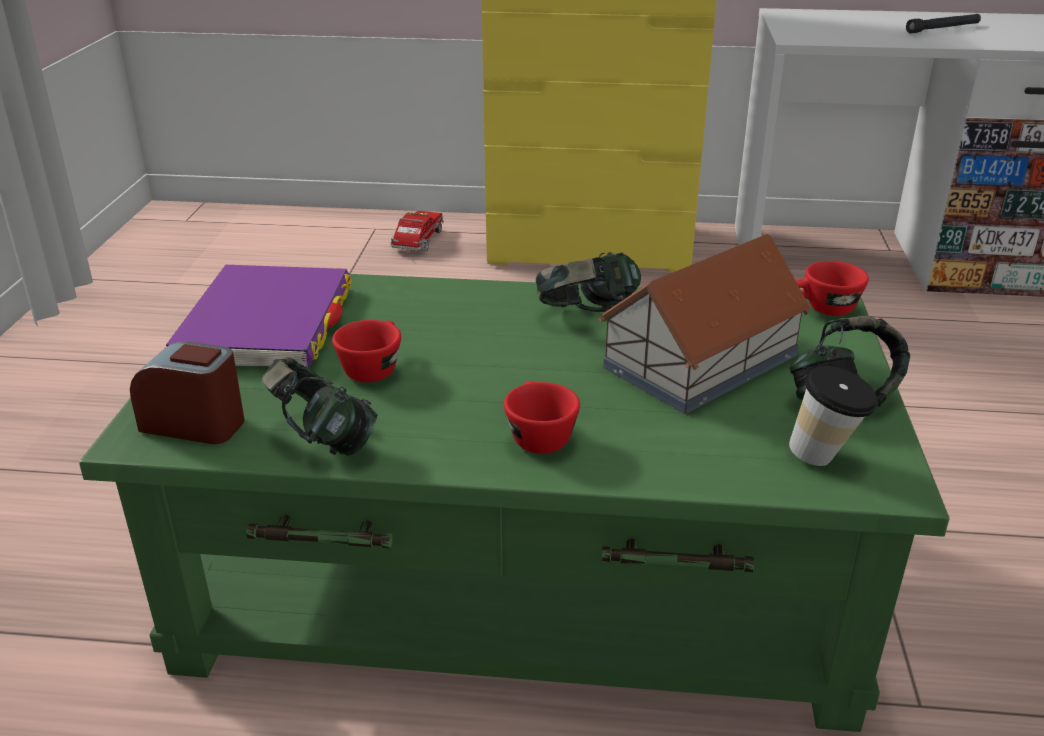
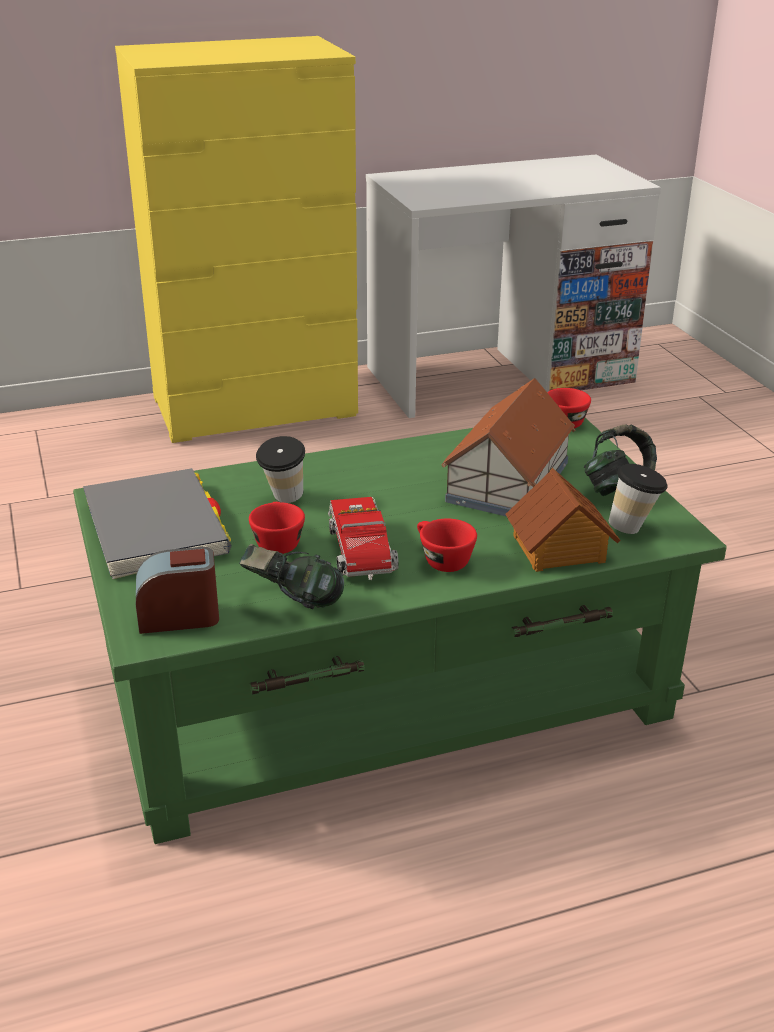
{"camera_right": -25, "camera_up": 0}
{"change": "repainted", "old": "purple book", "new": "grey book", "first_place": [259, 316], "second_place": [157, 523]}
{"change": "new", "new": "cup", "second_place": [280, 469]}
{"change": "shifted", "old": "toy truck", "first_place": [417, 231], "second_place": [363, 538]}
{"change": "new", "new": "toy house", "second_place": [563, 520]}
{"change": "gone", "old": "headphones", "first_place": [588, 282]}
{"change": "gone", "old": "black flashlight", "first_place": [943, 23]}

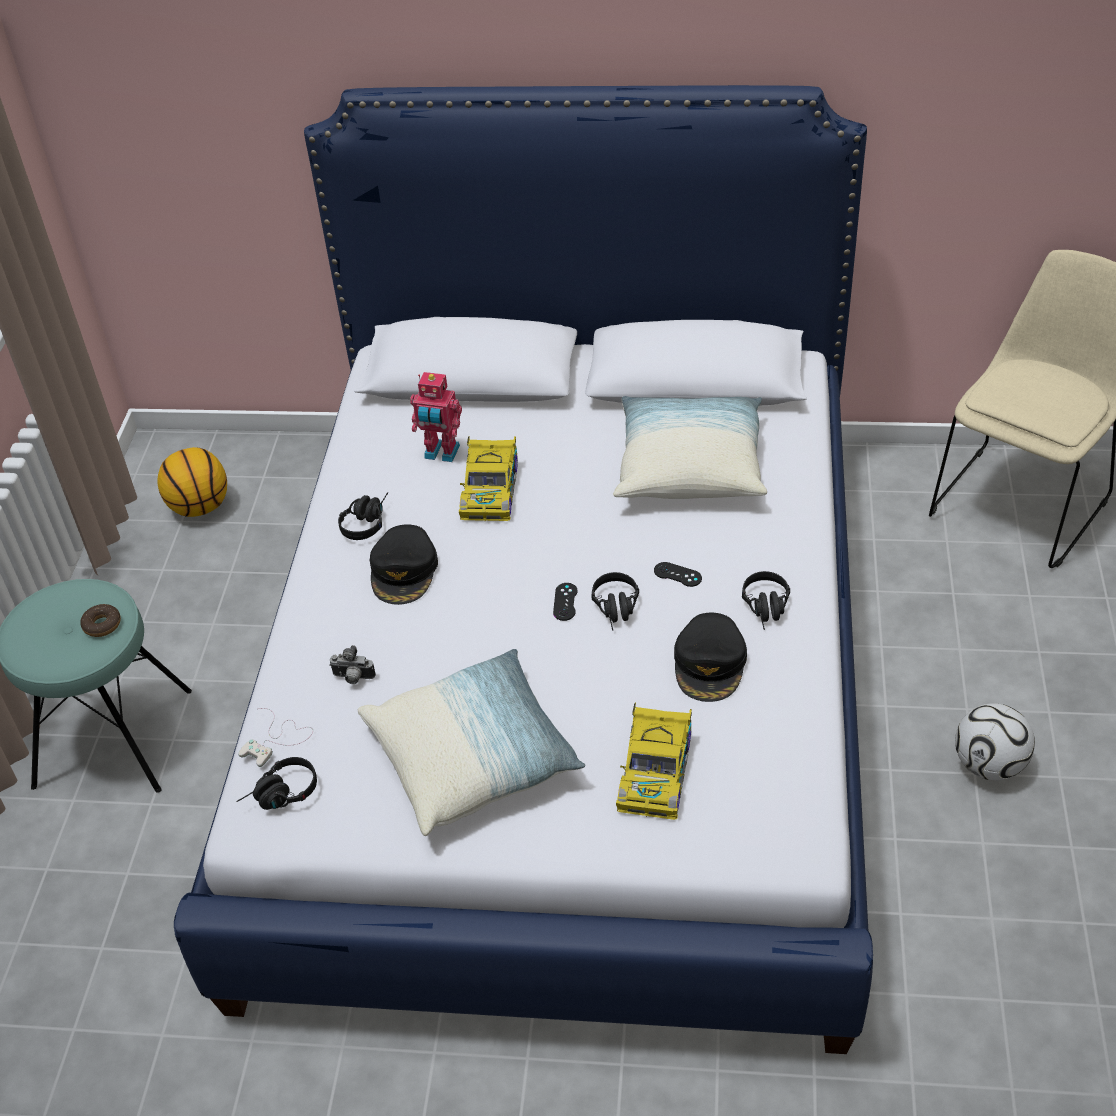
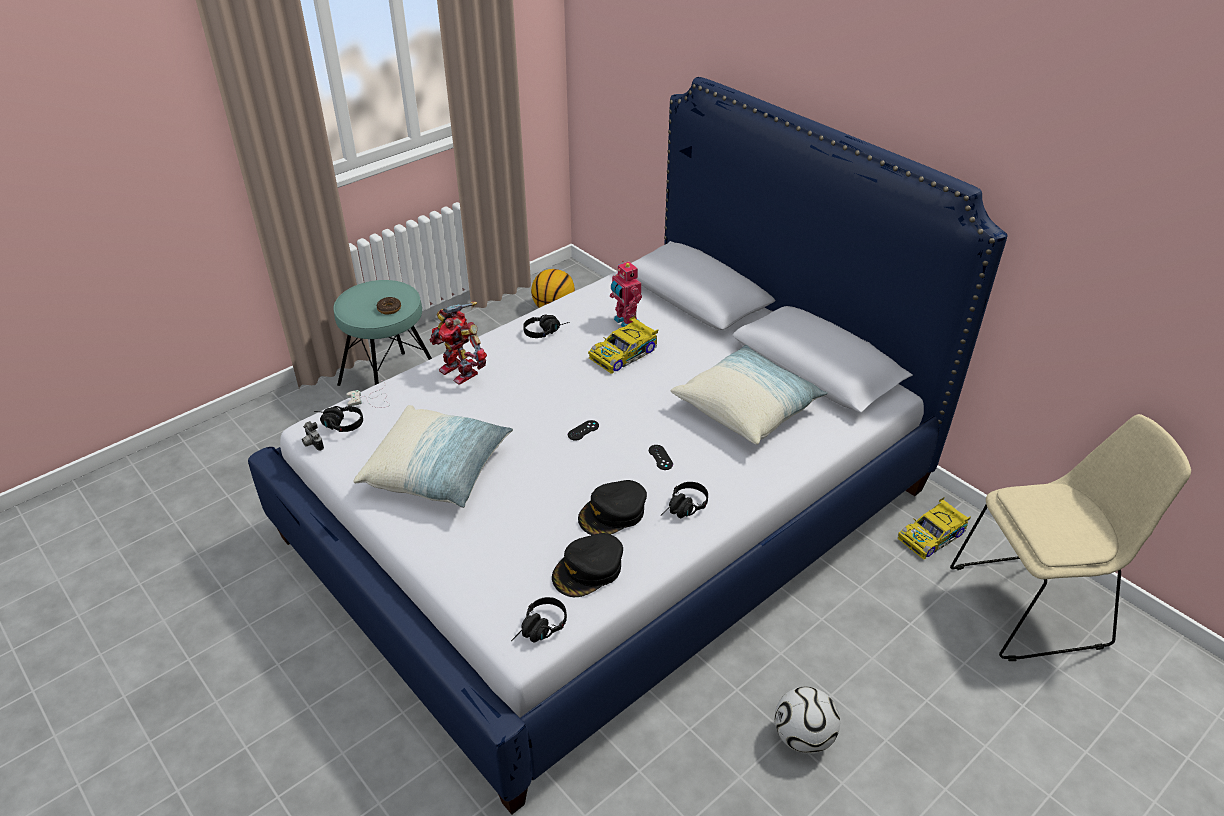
{"camera_right": 40, "camera_up": -5}
{"change": "shifted", "old": "photo camera", "first_place": [352, 664], "second_place": [313, 436]}
{"change": "new", "new": "toy robot", "second_place": [458, 343]}
{"change": "shifted", "old": "black headphones", "first_place": [615, 601], "second_place": [539, 620]}
{"change": "shifted", "old": "black cap", "first_place": [404, 564], "second_place": [587, 565]}
{"change": "shifted", "old": "toy car", "first_place": [654, 761], "second_place": [934, 528]}

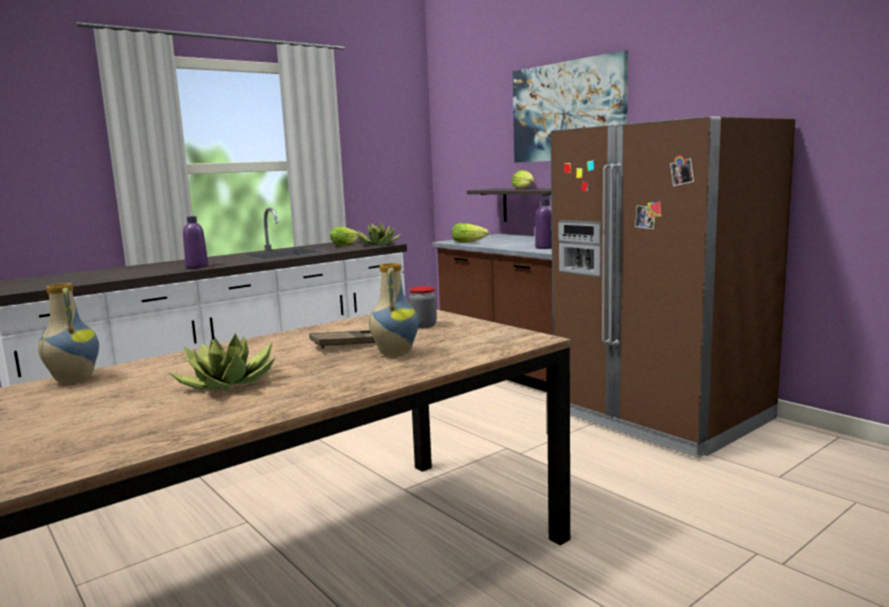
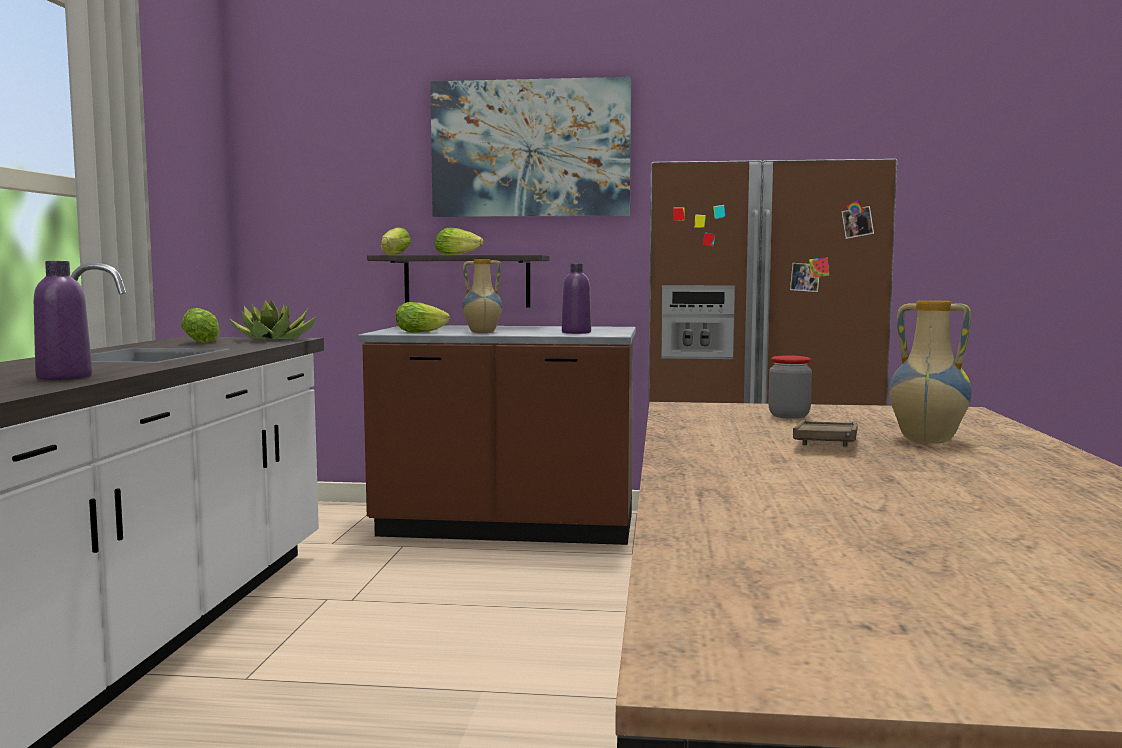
{"camera_right": -45, "camera_up": -5}
{"change": "new", "new": "lettuce", "second_place": [396, 241]}
{"change": "shifted", "old": "vase", "first_place": [68, 333], "second_place": [482, 296]}
{"change": "gone", "old": "potted plant", "first_place": [222, 362]}

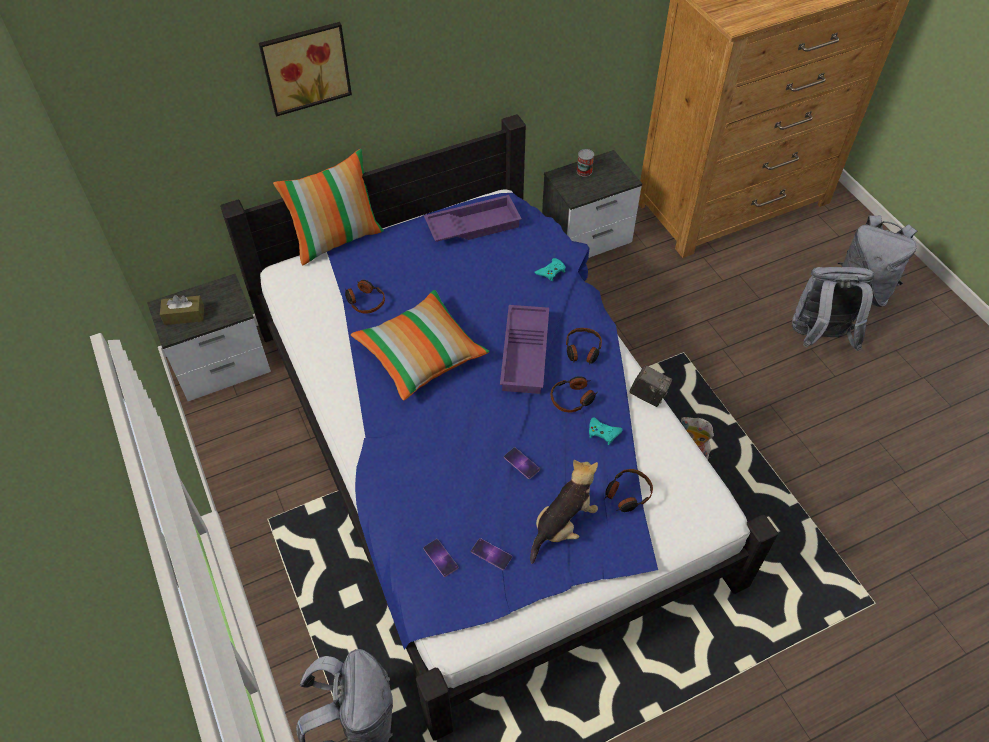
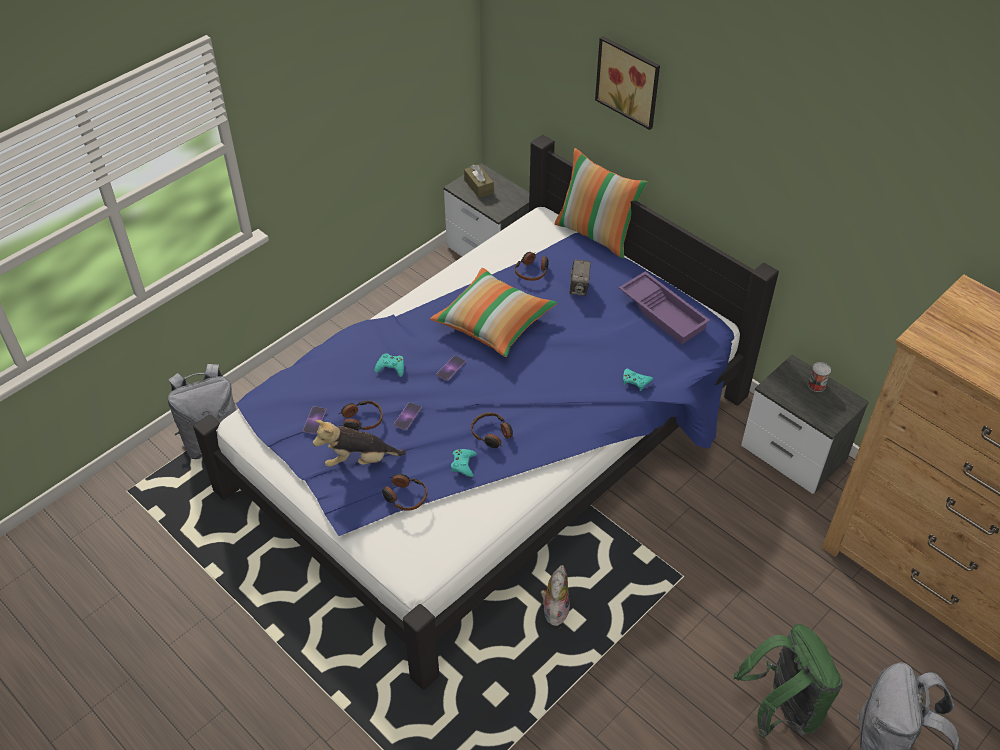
{"camera_right": 70, "camera_up": -5}
{"change": "rotated", "old": "plush toy", "first_place": [564, 512], "second_place": [359, 443], "degrees": 150}
{"change": "shifted", "old": "headphones", "first_place": [584, 346], "second_place": [361, 415]}
{"change": "new", "new": "turquoise game controller", "second_place": [389, 365]}
{"change": "shifted", "old": "phone", "first_place": [441, 558], "second_place": [451, 368]}
{"change": "shifted", "old": "photo camera", "first_place": [650, 386], "second_place": [580, 277]}
{"change": "repainted", "old": "grey backpack", "new": "green backpack", "first_place": [833, 309], "second_place": [788, 681]}
{"change": "gone", "old": "purple tray", "first_place": [524, 349]}

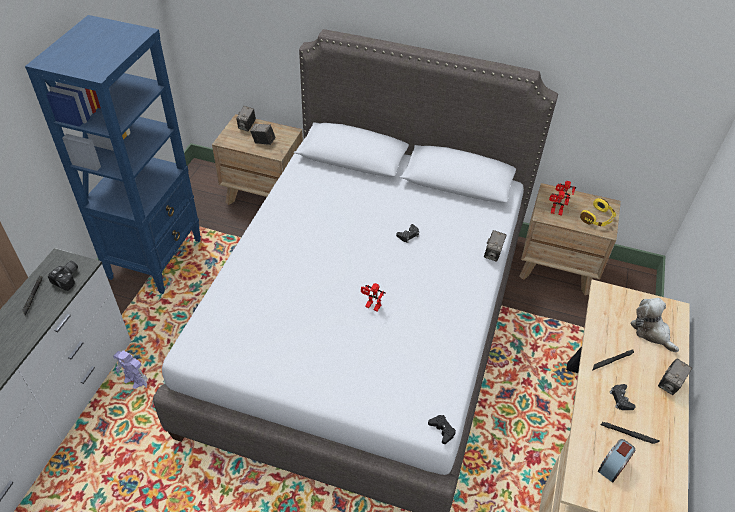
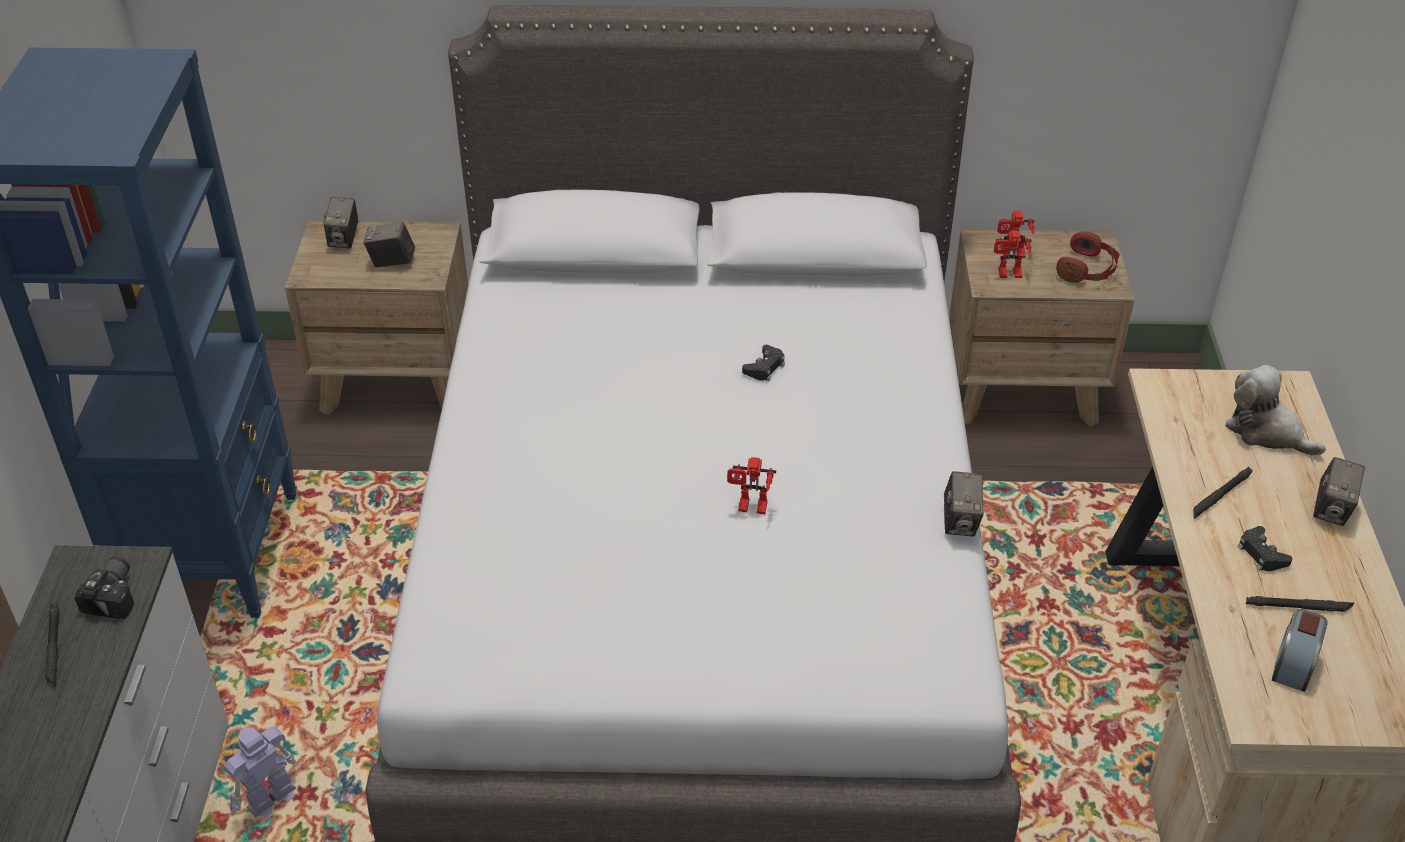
{"camera_right": -15, "camera_up": -5}
{"change": "rotated", "old": "toy robot", "first_place": [130, 370], "second_place": [260, 771], "degrees": 120}
{"change": "shifted", "old": "photo camera", "first_place": [495, 246], "second_place": [964, 503]}
{"change": "repainted", "old": "yellow headphones", "new": "red headphones", "first_place": [598, 212], "second_place": [1088, 257]}
{"change": "gone", "old": "black game controller", "first_place": [442, 429]}

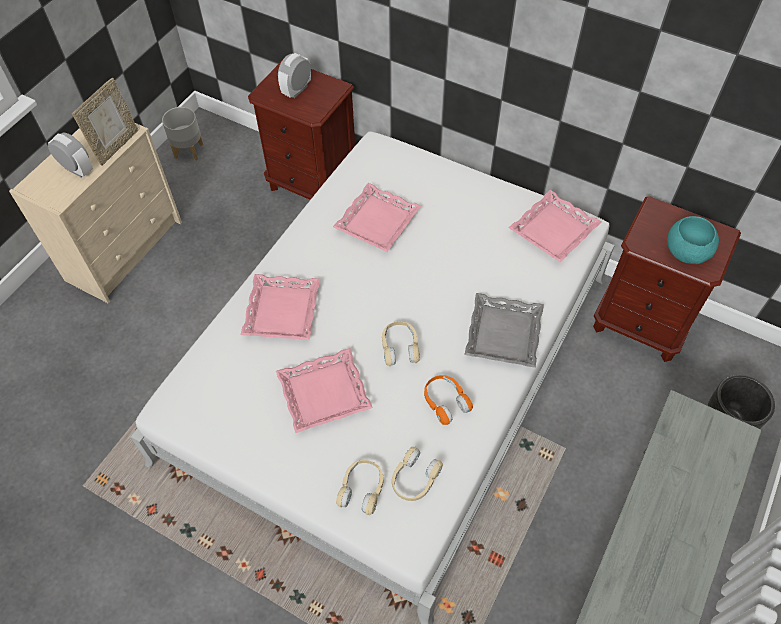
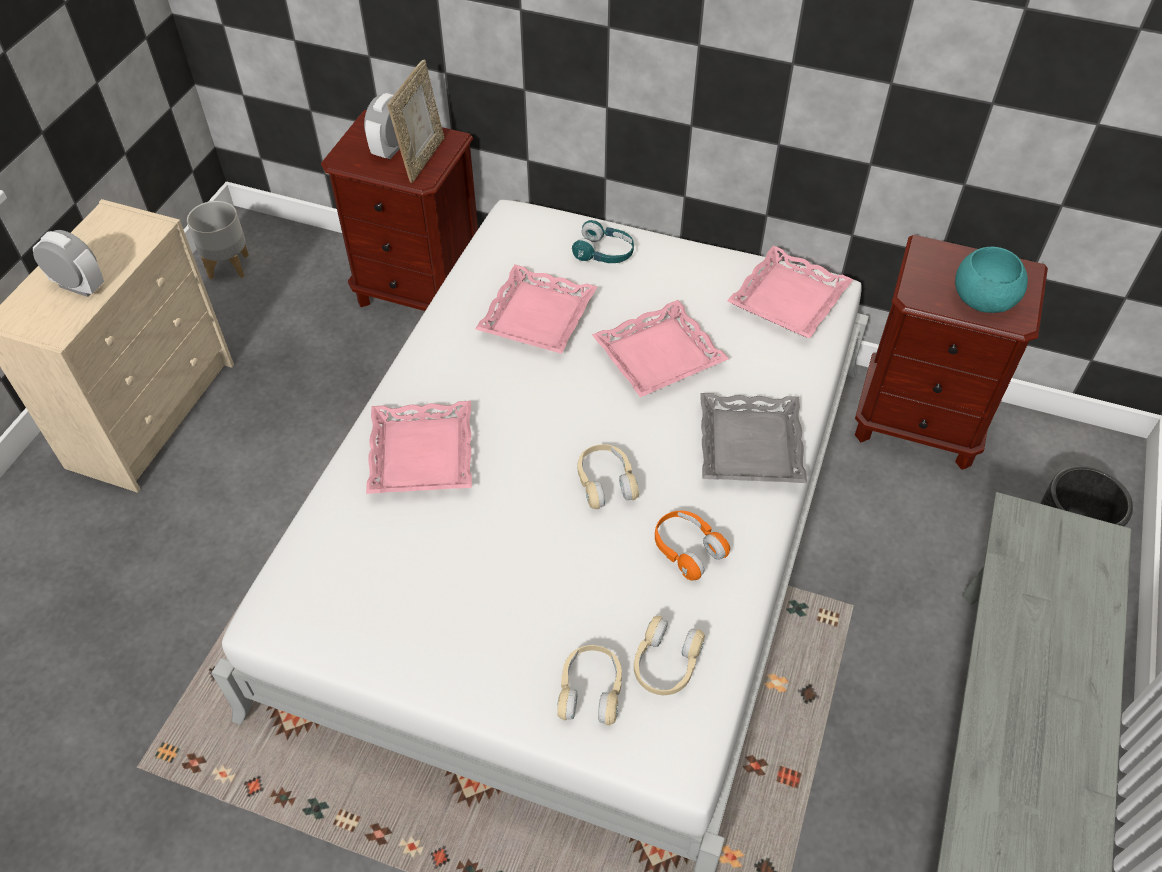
{"camera_right": -10, "camera_up": -5}
{"change": "shifted", "old": "picture frame", "first_place": [105, 122], "second_place": [415, 121]}
{"change": "new", "new": "turquoise headphones", "second_place": [603, 241]}
{"change": "shifted", "old": "pink tray", "first_place": [324, 390], "second_place": [660, 348]}

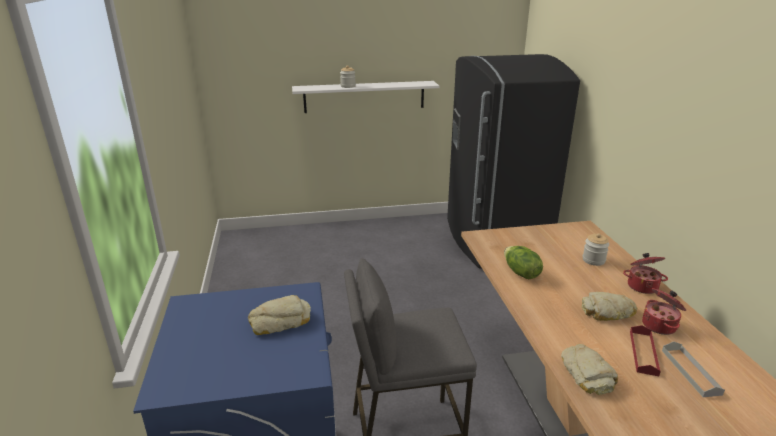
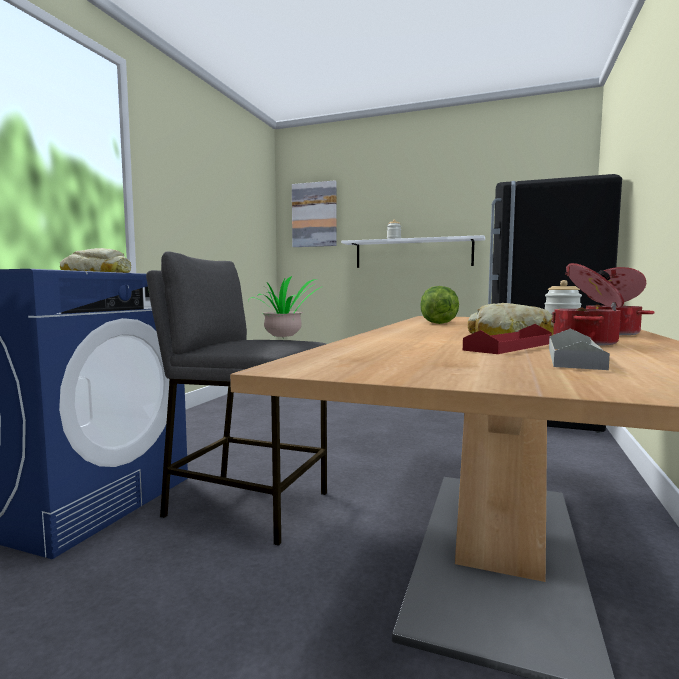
{"camera_right": 30, "camera_up": -20}
{"change": "new", "new": "potted plant", "second_place": [285, 306]}
{"change": "new", "new": "picture", "second_place": [314, 213]}
{"change": "gone", "old": "bread", "first_place": [589, 369]}

